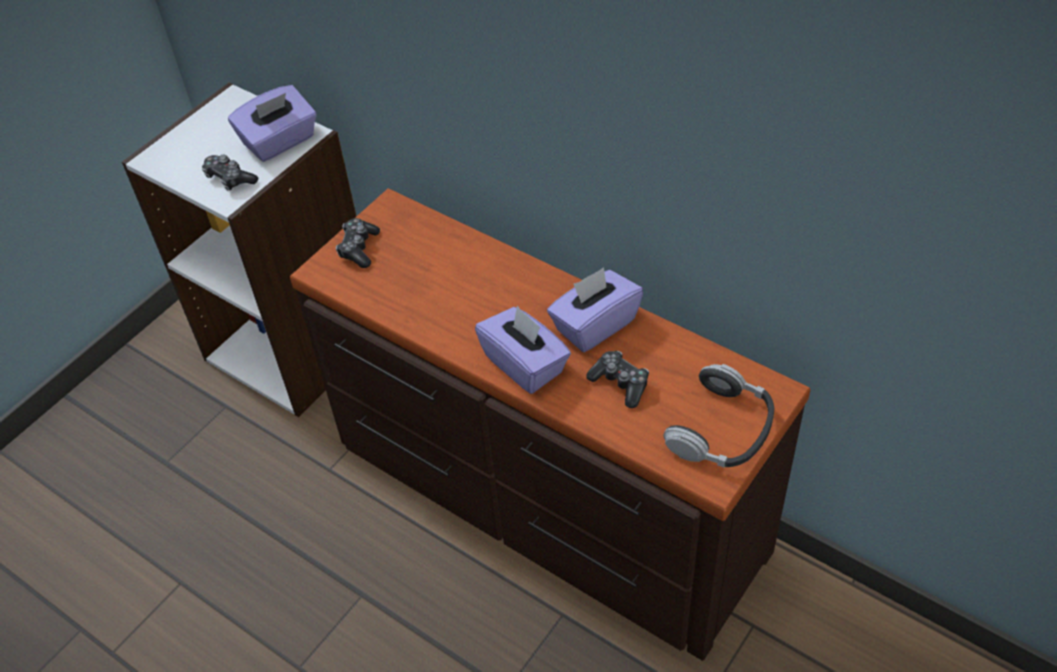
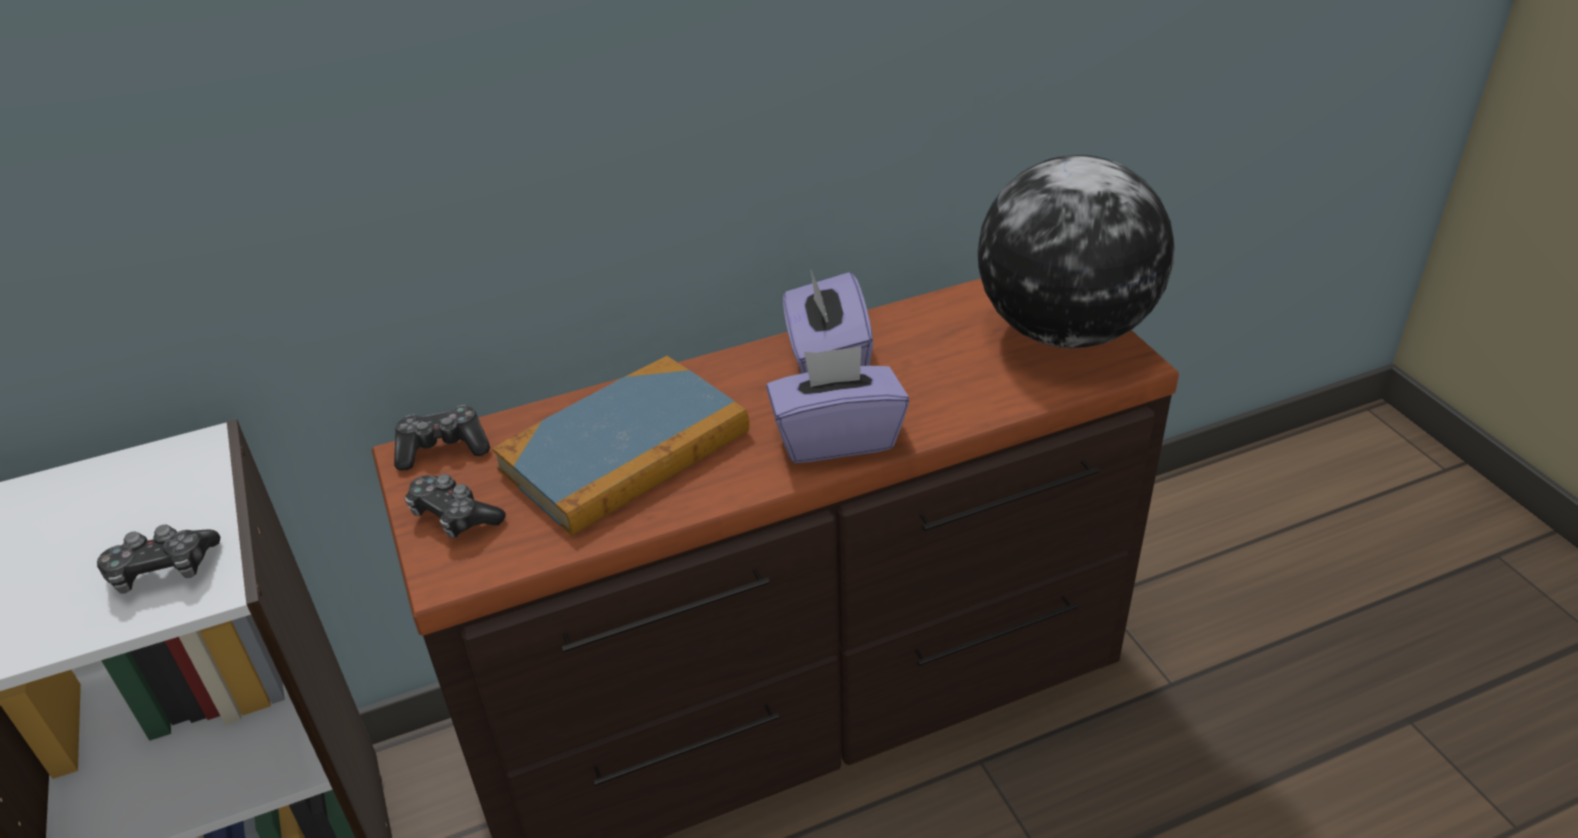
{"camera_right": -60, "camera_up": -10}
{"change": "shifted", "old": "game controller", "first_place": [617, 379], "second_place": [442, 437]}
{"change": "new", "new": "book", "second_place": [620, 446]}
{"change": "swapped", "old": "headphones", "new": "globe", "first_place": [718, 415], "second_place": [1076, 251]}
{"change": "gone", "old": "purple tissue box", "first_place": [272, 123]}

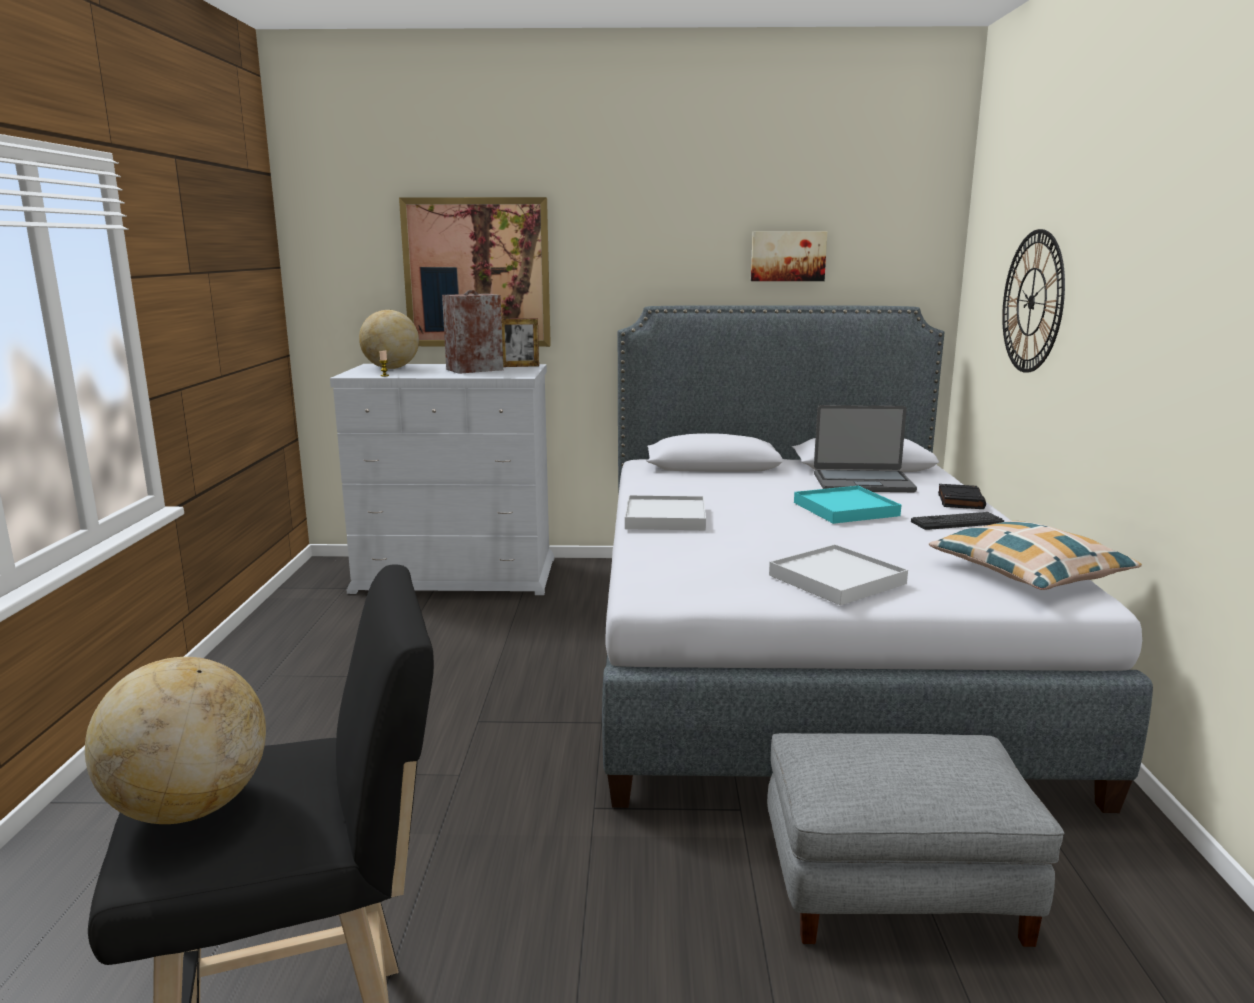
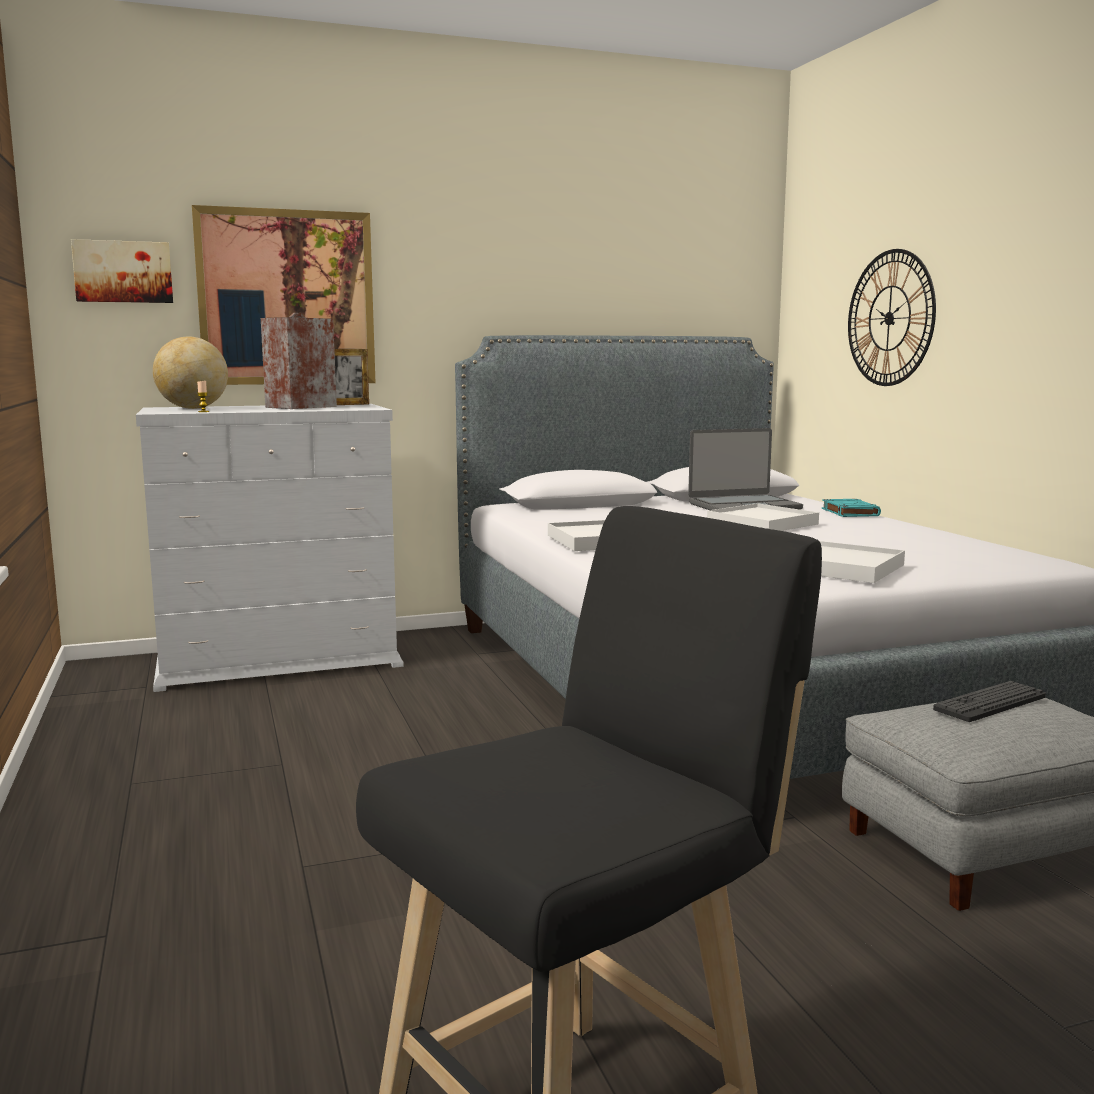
{"camera_right": -20, "camera_up": -5}
{"change": "shifted", "old": "picture", "first_place": [789, 256], "second_place": [122, 271]}
{"change": "repainted", "old": "turquoise tray", "new": "white tray", "first_place": [847, 505], "second_place": [763, 517]}
{"change": "repainted", "old": "black book", "new": "turquoise book", "first_place": [962, 496], "second_place": [851, 508]}
{"change": "shifted", "old": "keyboard", "first_place": [957, 521], "second_place": [989, 701]}
{"change": "gone", "old": "globe", "first_place": [175, 740]}
{"change": "gone", "old": "pillow", "first_place": [1035, 555]}

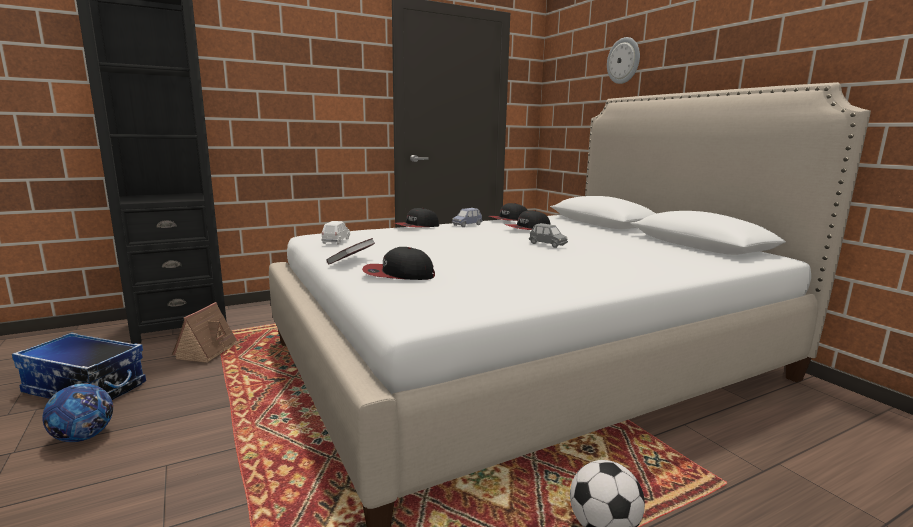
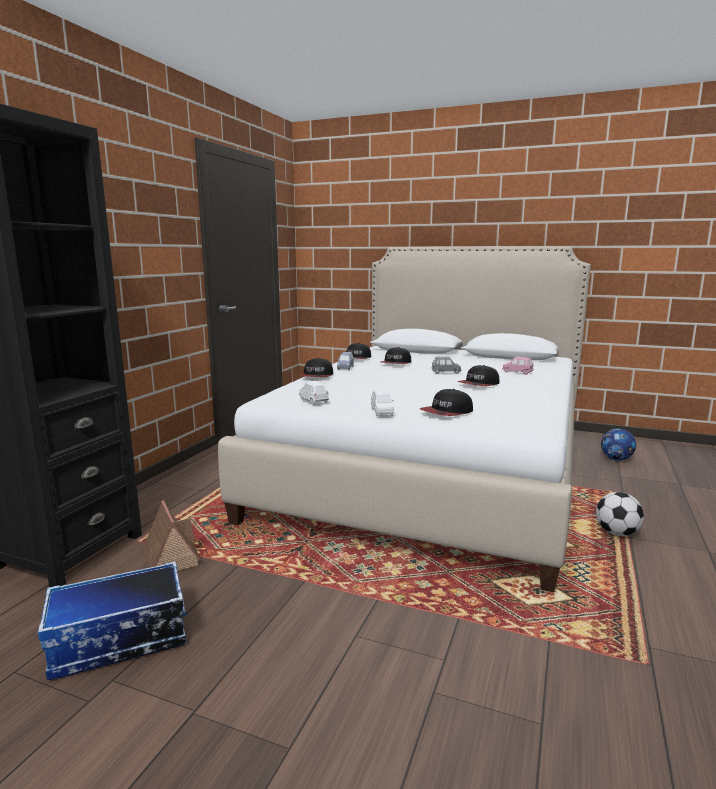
{"camera_right": -40, "camera_up": 0}
{"change": "swapped", "old": "book", "new": "white toy car", "first_place": [350, 251], "second_place": [382, 402]}
{"change": "new", "new": "cap", "second_place": [478, 375]}
{"change": "new", "new": "pink toy car", "second_place": [518, 366]}
{"change": "shifted", "old": "football", "first_place": [77, 413], "second_place": [618, 444]}
{"change": "gone", "old": "wall clock", "first_place": [623, 60]}

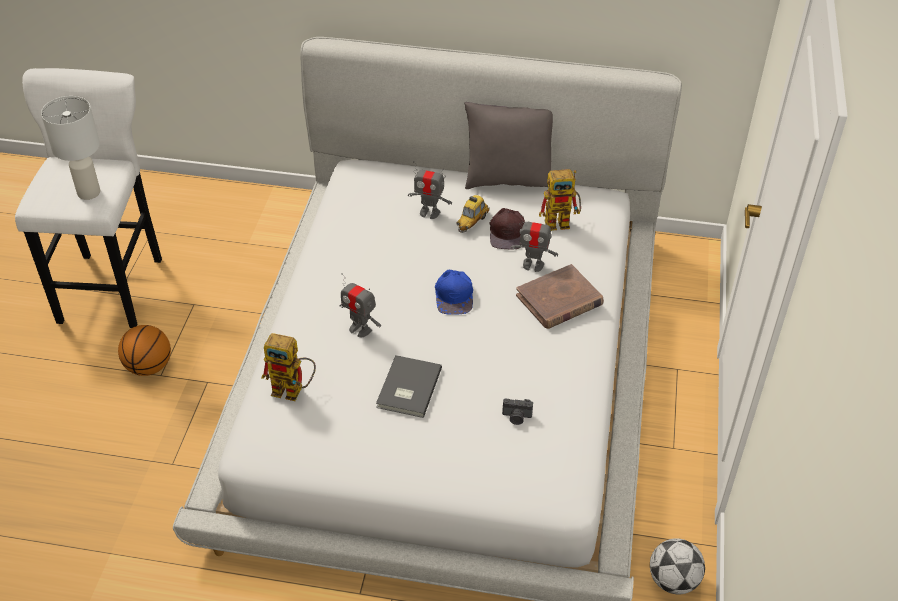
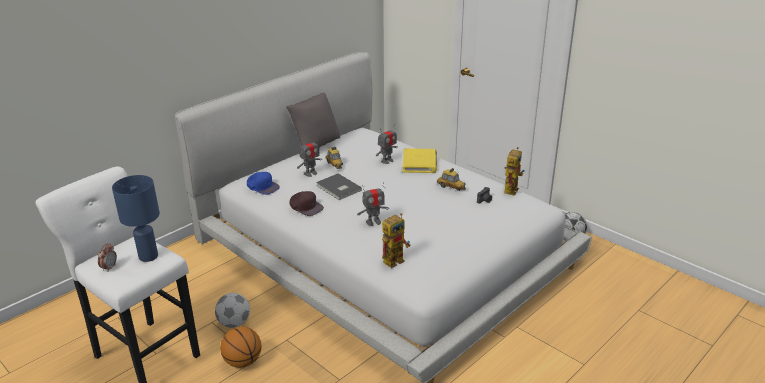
{"camera_right": -55, "camera_up": -15}
{"change": "new", "new": "alarm clock", "second_place": [107, 257]}
{"change": "repainted", "old": "white table lamp", "new": "blue table lamp", "first_place": [70, 148], "second_place": [136, 218]}
{"change": "new", "new": "football", "second_place": [232, 310]}
{"change": "shifted", "old": "blue cap", "first_place": [454, 292], "second_place": [263, 183]}
{"change": "shifted", "old": "brown cap", "first_place": [507, 229], "second_place": [306, 203]}
{"change": "shifted", "old": "grey book", "first_place": [409, 386], "second_place": [339, 187]}
{"change": "repainted", "old": "brown book", "new": "yellow book", "first_place": [560, 296], "second_place": [420, 160]}
{"change": "new", "new": "toy car", "second_place": [451, 179]}
{"change": "shifted", "old": "toy robot", "first_place": [560, 200], "second_place": [514, 171]}

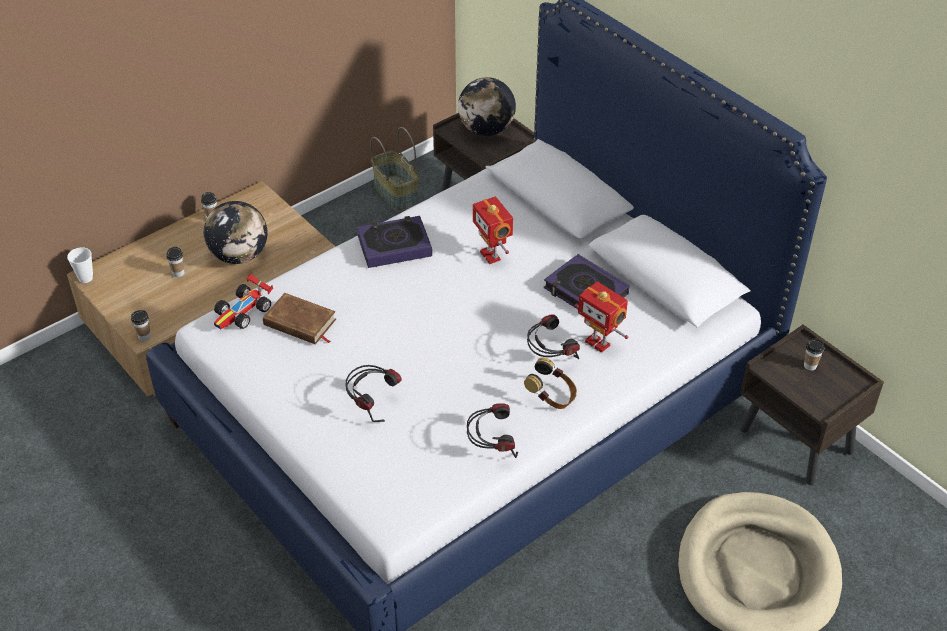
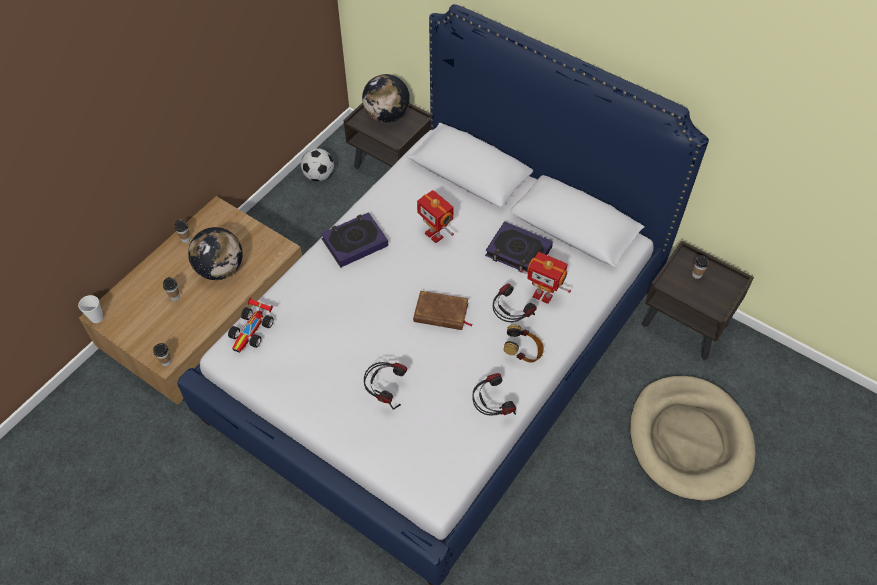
{"camera_right": -15, "camera_up": 10}
{"change": "swapped", "old": "basket", "new": "football", "first_place": [394, 169], "second_place": [317, 164]}
{"change": "shifted", "old": "brown book", "first_place": [299, 319], "second_place": [443, 310]}

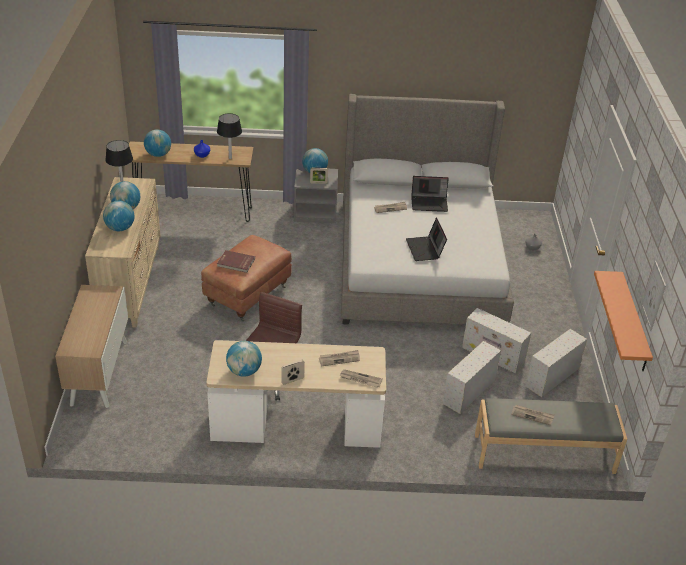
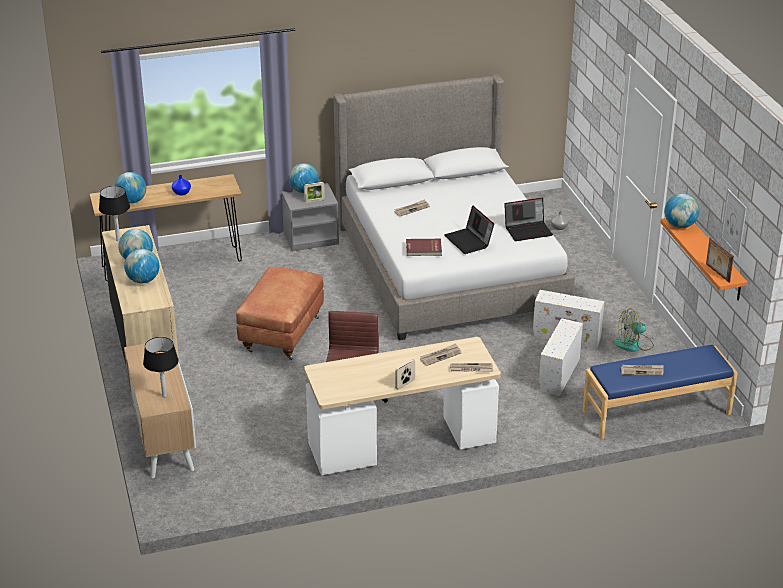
{"camera_right": -15, "camera_up": -5}
{"change": "shifted", "old": "black table lamp", "first_place": [229, 136], "second_place": [161, 367]}
{"change": "shifted", "old": "red book", "first_place": [236, 261], "second_place": [424, 247]}
{"change": "shifted", "old": "laptop", "first_place": [430, 194], "second_place": [528, 219]}
{"change": "repainted", "old": "grey bench", "new": "blue bench", "first_place": [551, 436], "second_place": [660, 392]}
{"change": "swapped", "old": "white storage box", "new": "fan", "first_place": [556, 363], "second_place": [634, 330]}
{"change": "shifted", "old": "globe", "first_place": [244, 359], "second_place": [681, 211]}
{"change": "new", "new": "picture frame", "second_place": [720, 260]}

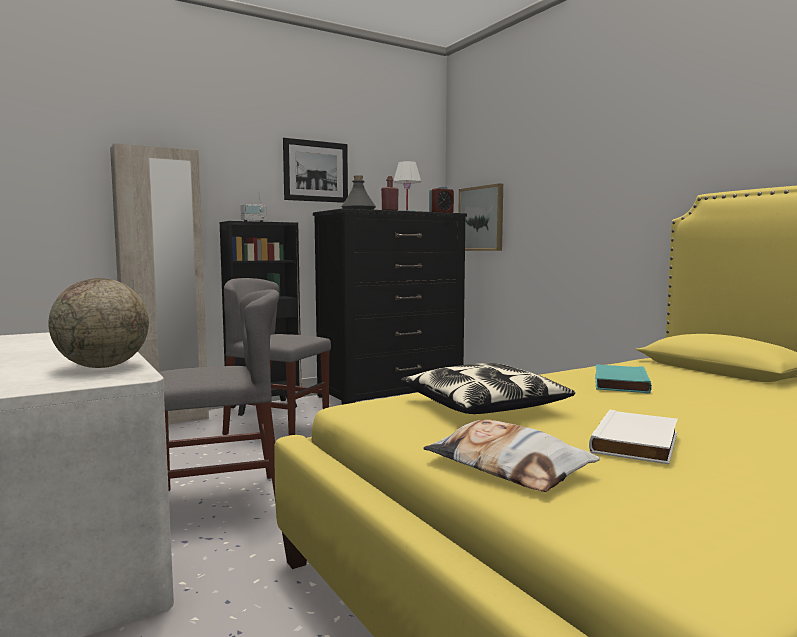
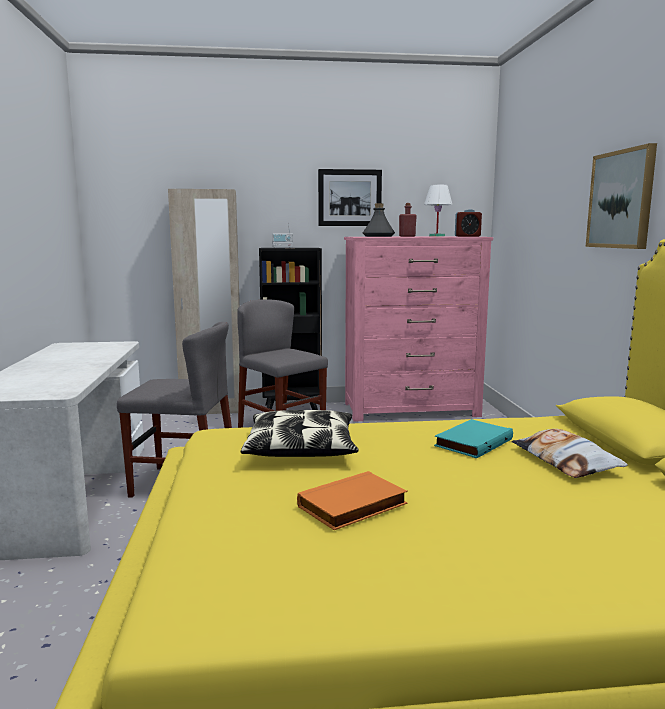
{"camera_right": 25, "camera_up": 5}
{"change": "repainted", "old": "white book", "new": "orange book", "first_place": [633, 437], "second_place": [352, 500]}
{"change": "repainted", "old": "black dresser", "new": "pink dresser", "first_place": [390, 306], "second_place": [418, 329]}
{"change": "shifted", "old": "pillow", "first_place": [511, 456], "second_place": [570, 453]}
{"change": "shifted", "old": "picture", "first_place": [481, 217], "second_place": [621, 196]}
{"change": "gone", "old": "globe", "first_place": [98, 323]}

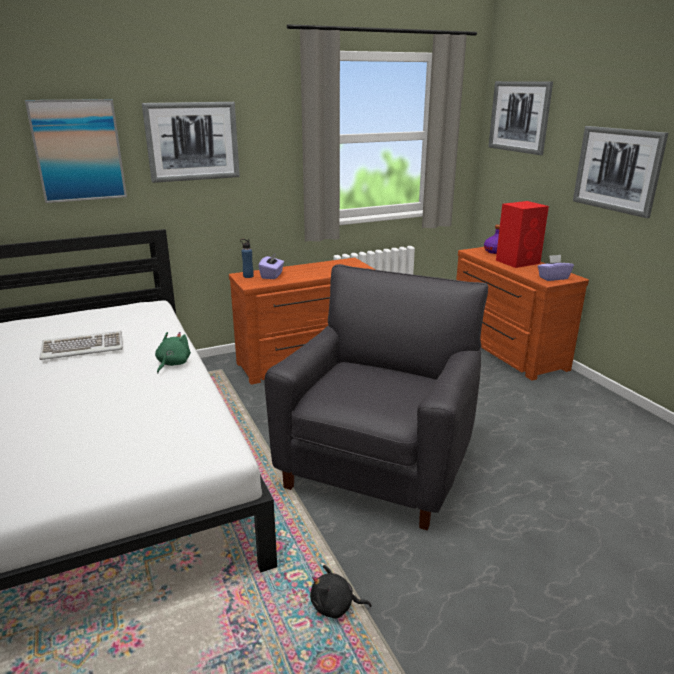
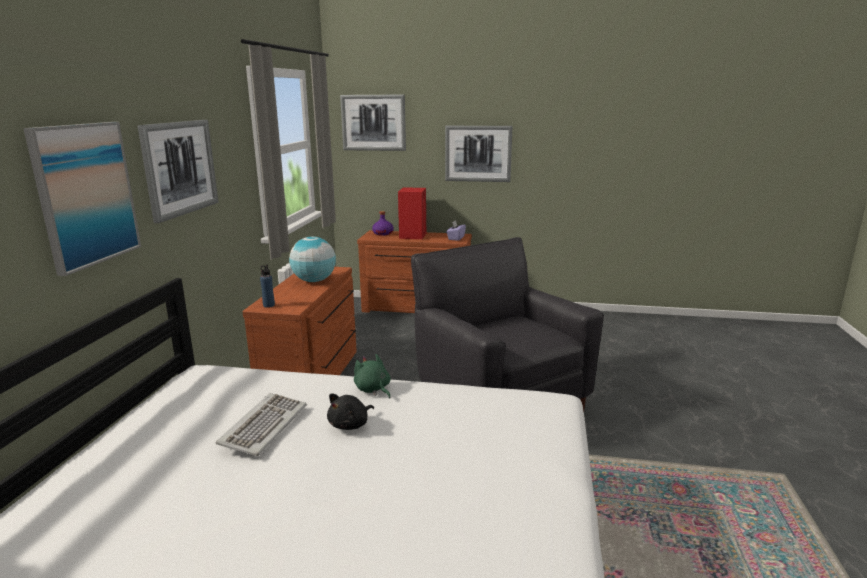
{"camera_right": -55, "camera_up": -5}
{"change": "new", "new": "globe", "second_place": [312, 259]}
{"change": "shifted", "old": "black plush toy", "first_place": [341, 591], "second_place": [350, 411]}
{"change": "gone", "old": "purple tissue box", "first_place": [271, 265]}

